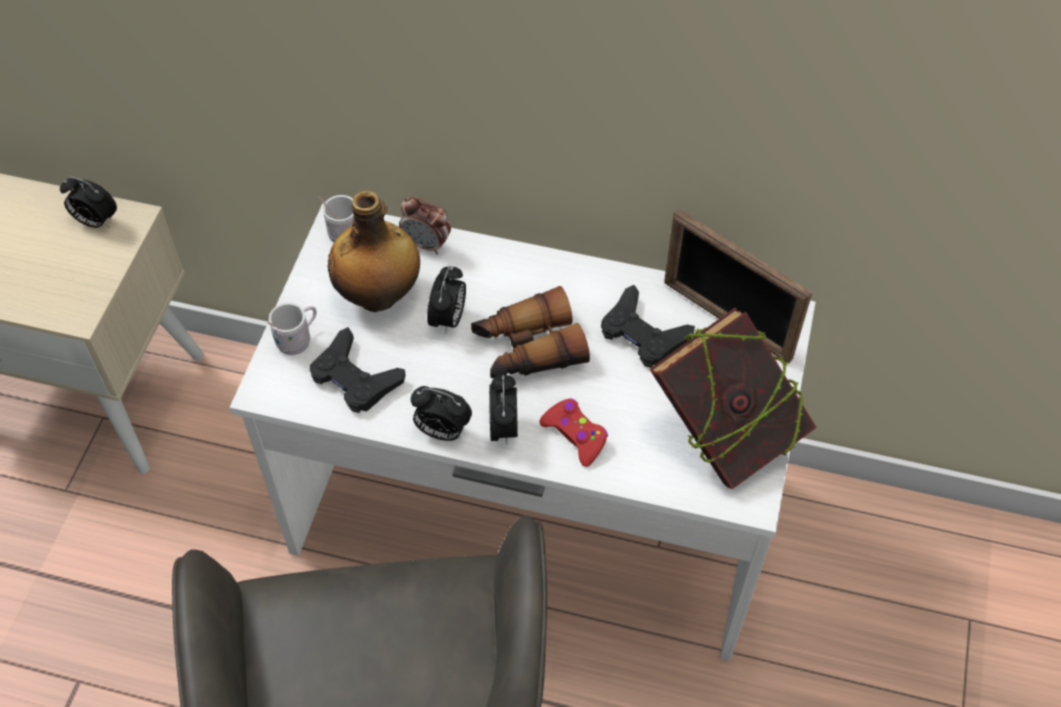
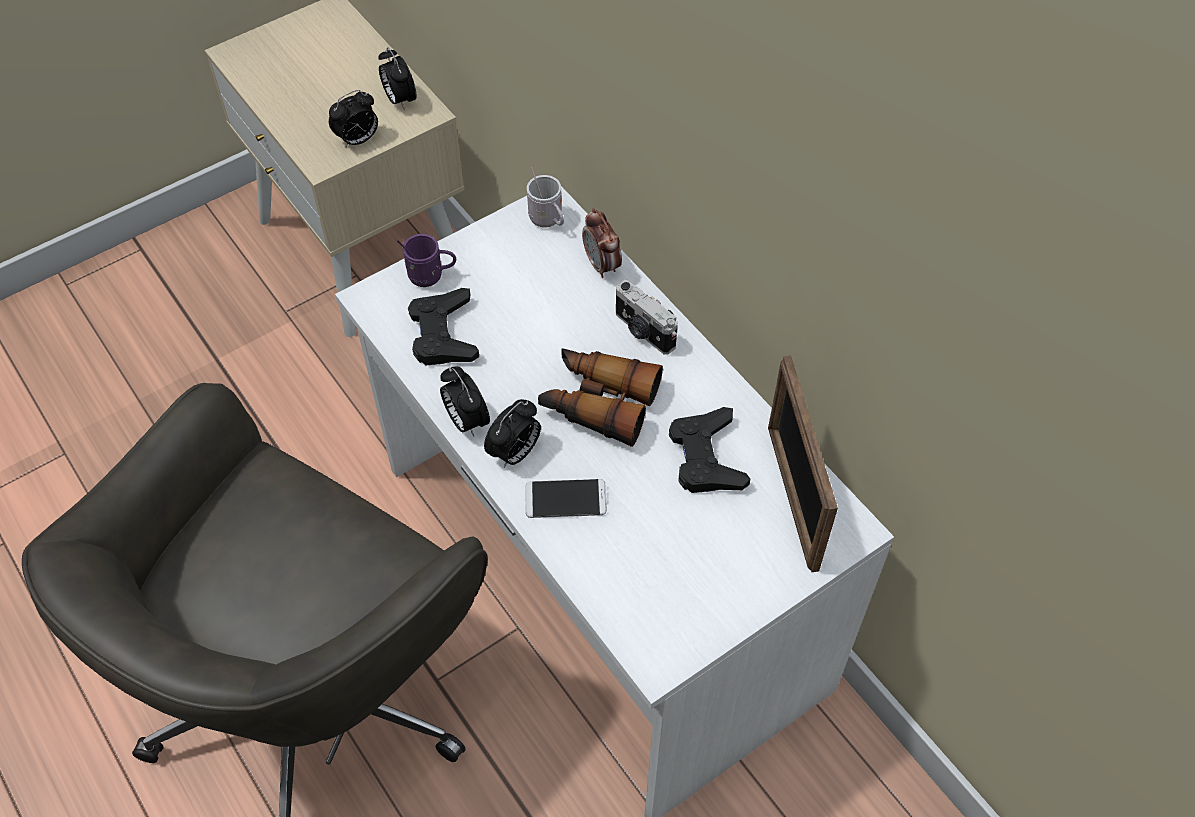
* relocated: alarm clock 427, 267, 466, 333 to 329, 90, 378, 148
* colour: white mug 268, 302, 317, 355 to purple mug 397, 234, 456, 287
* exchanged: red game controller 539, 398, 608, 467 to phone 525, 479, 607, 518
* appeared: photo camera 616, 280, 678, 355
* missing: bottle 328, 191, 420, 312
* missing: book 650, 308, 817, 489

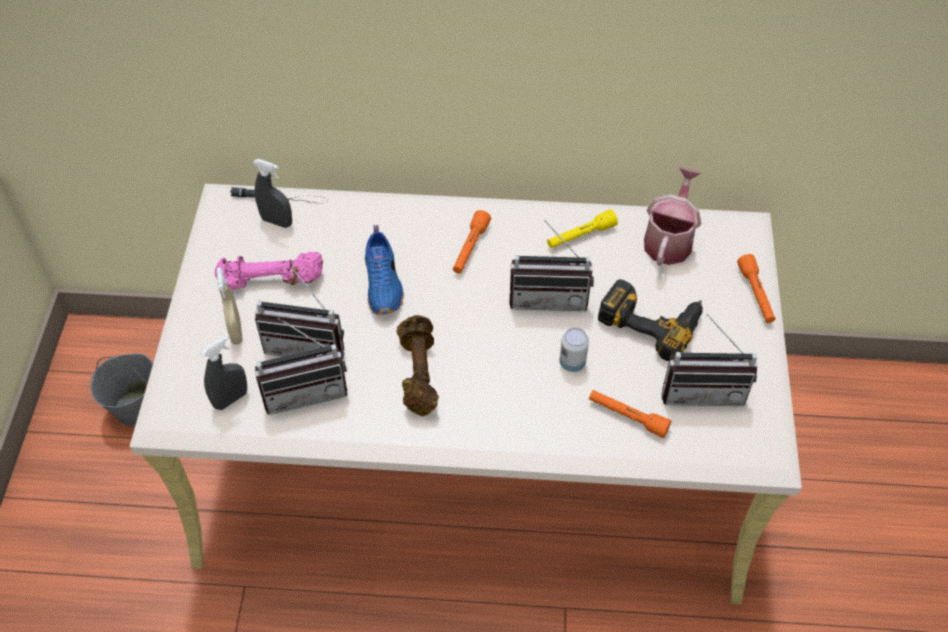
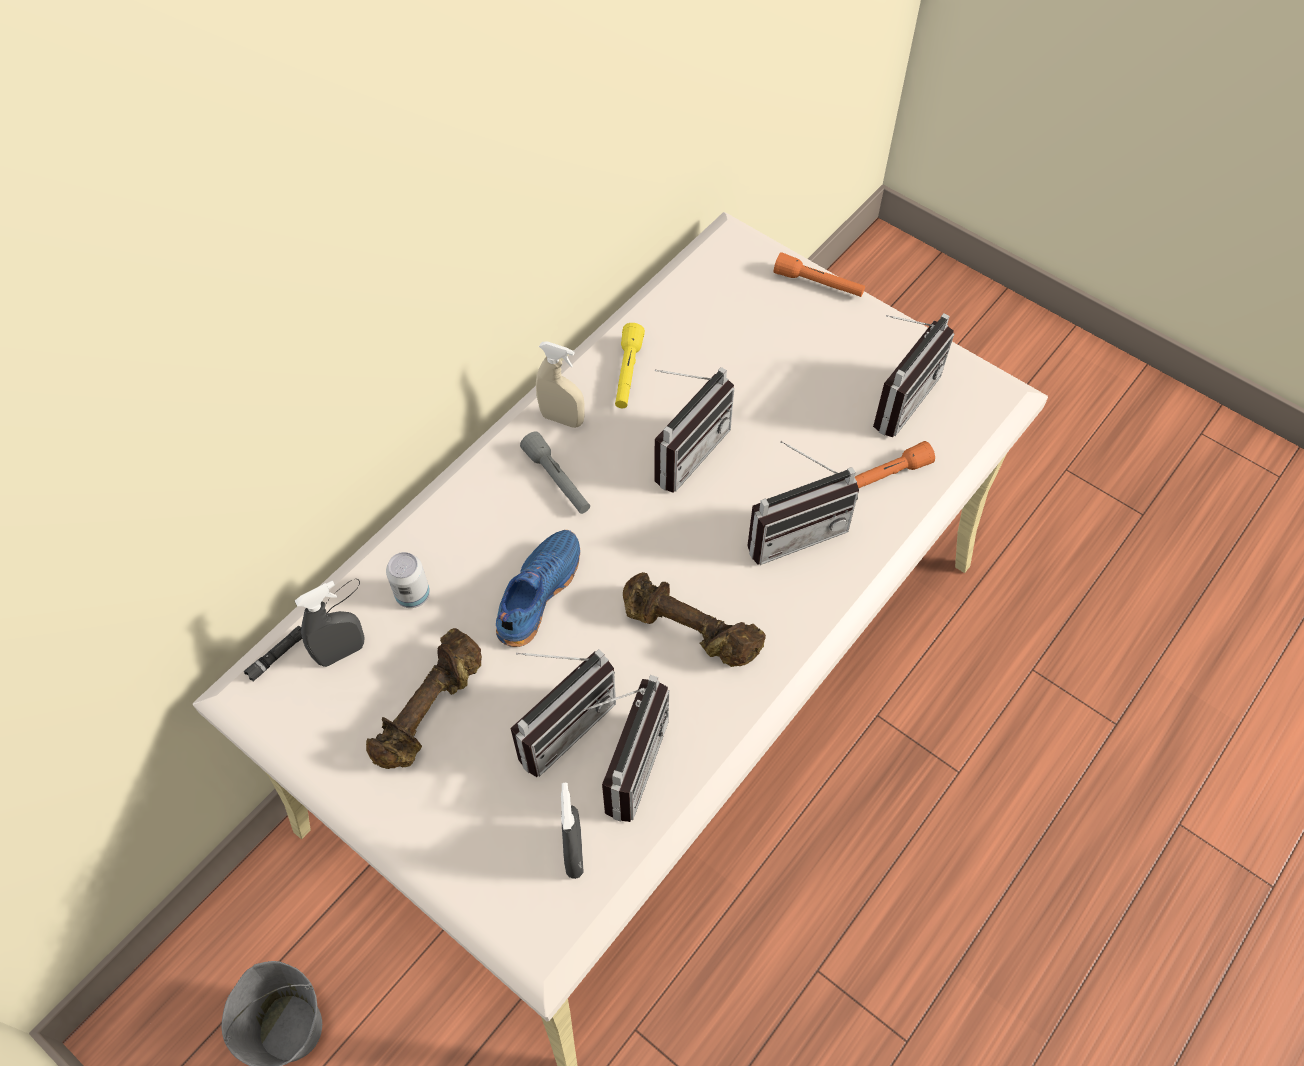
* colour: pink dumbbell 215, 251, 323, 290 to brown dumbbell 366, 628, 482, 769
* relocated: can 559, 328, 589, 372 to 386, 552, 430, 608
* spun: blue shoe 365, 225, 404, 315 = 496, 530, 580, 647 90 degrees counterclockwise
* colour: orange flashlight 453, 210, 491, 274 to grey flashlight 520, 431, 590, 514
* relocated: beige spray bottle 217, 267, 243, 345 to 536, 341, 585, 428
* appeared: radio 747, 441, 859, 565
* missing: power drill 598, 279, 703, 361
* missing: watering can 644, 167, 701, 266

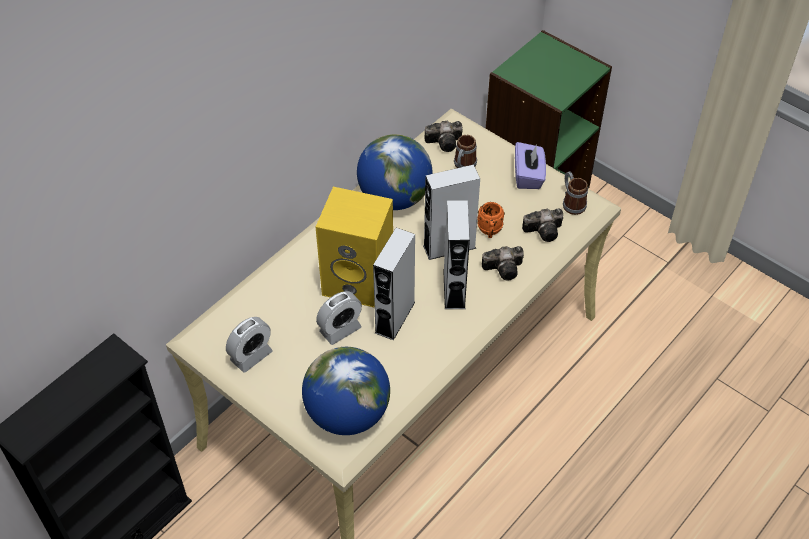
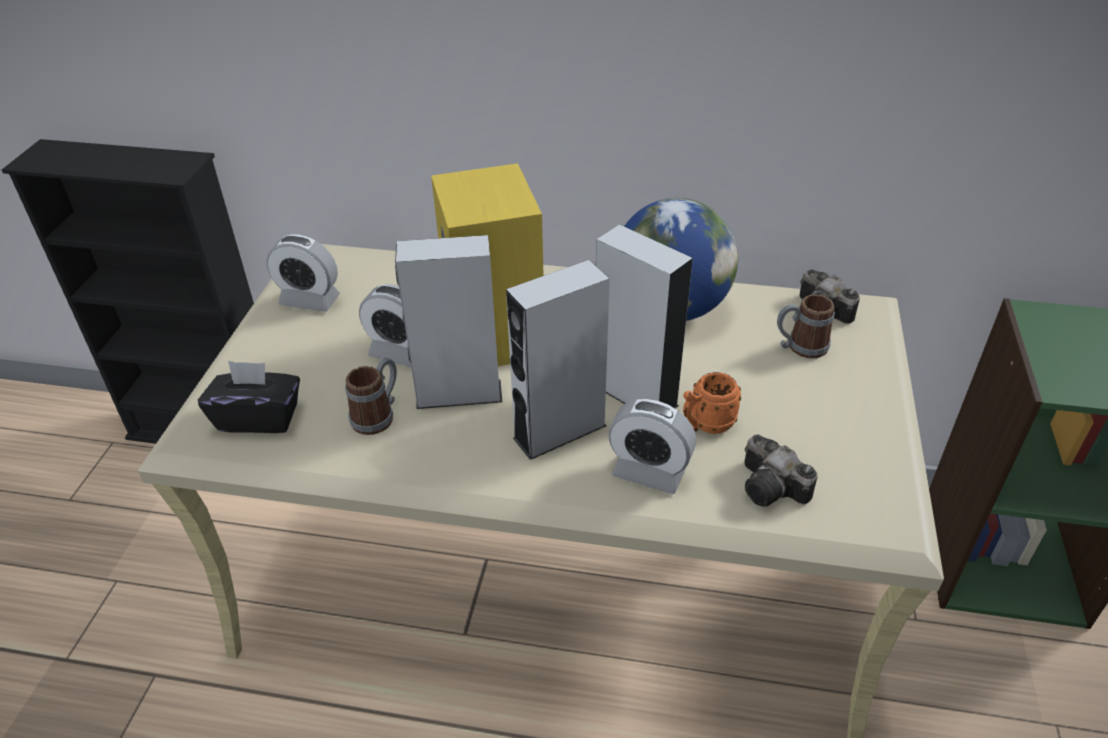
* exchanged: globe 302, 347, 390, 435 to black tissue box 198, 361, 300, 433
* relocated: mug 563, 171, 588, 215 to 345, 358, 397, 435
* exchanged: photo camera 482, 246, 524, 281 to alarm clock 608, 399, 696, 494
* missing: purple tissue box 515, 142, 546, 189

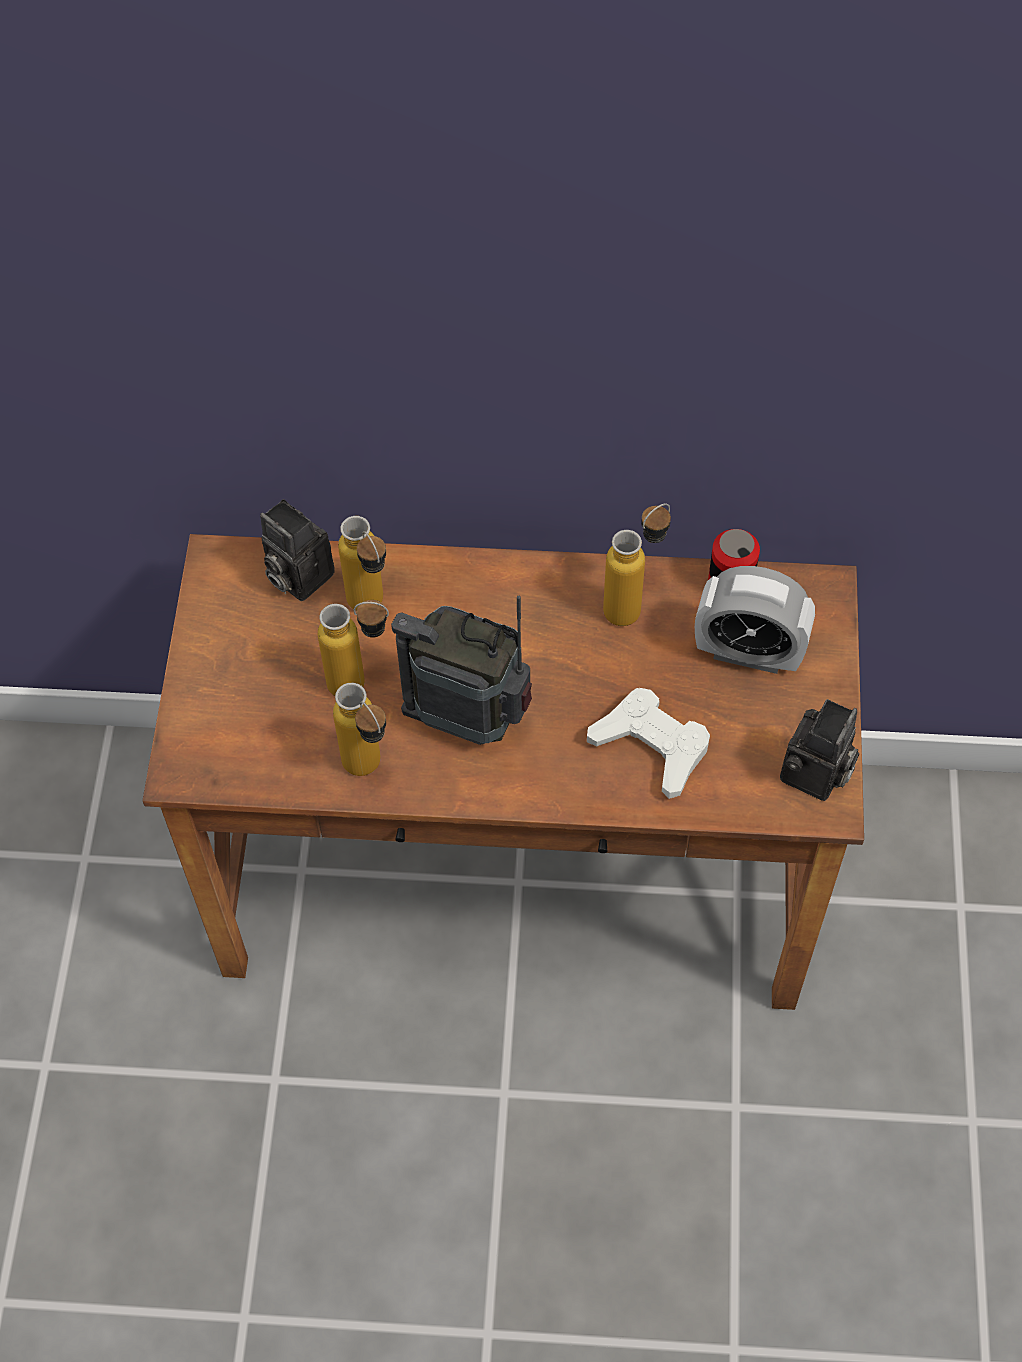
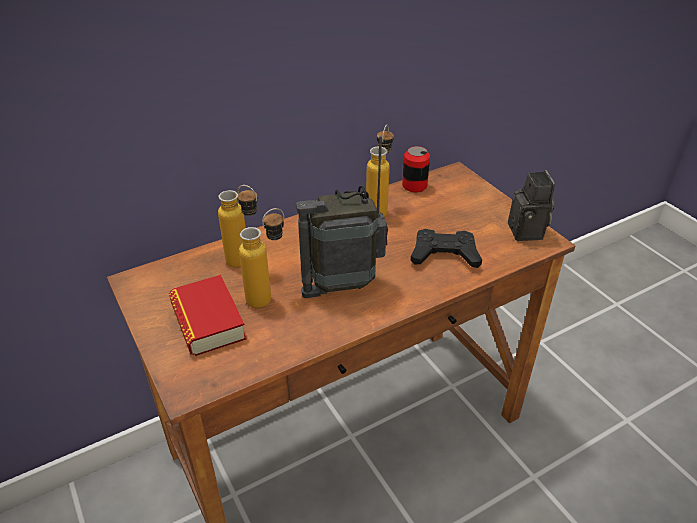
* appeared: book 169, 275, 247, 356
* colour: white game controller 587, 688, 710, 799 to black game controller 411, 229, 482, 268
* missing: photo camera 260, 499, 335, 601
* missing: bottle 333, 683, 386, 776
* missing: alarm clock 695, 566, 815, 674

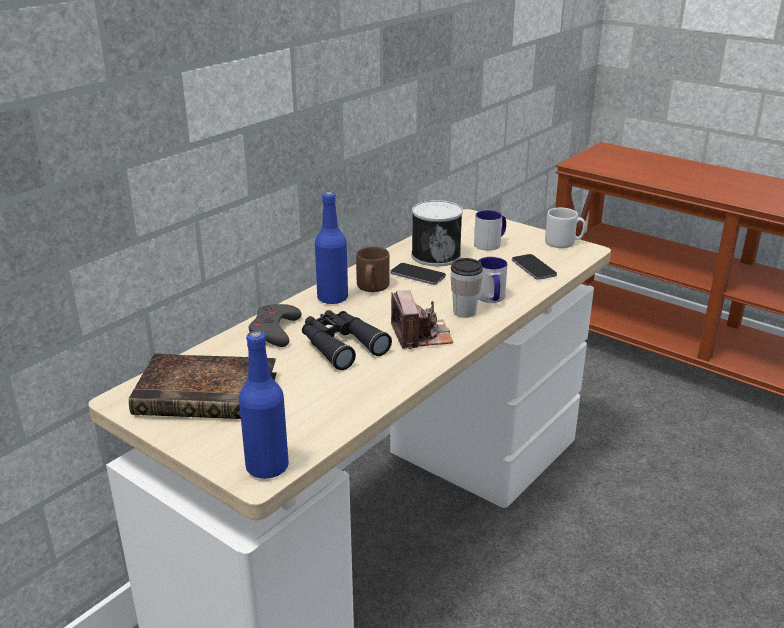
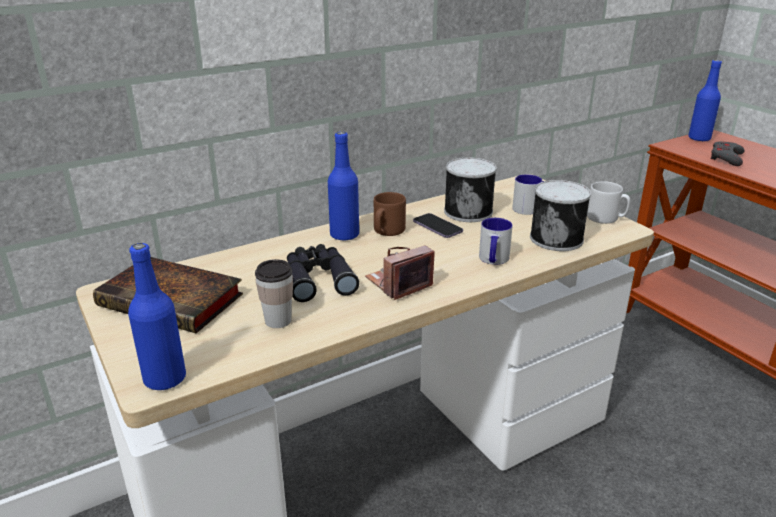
* relocated: cup 451, 258, 483, 318 to 255, 259, 293, 328
* spun: photo camera 391, 290, 453, 350 = 365, 245, 435, 300 135 degrees counterclockwise
* exchanged: phone 512, 254, 557, 280 to can 530, 180, 591, 251
* appeared: blue bottle 688, 60, 722, 141
* relocated: grey game controller 249, 304, 302, 347 to 710, 142, 745, 166

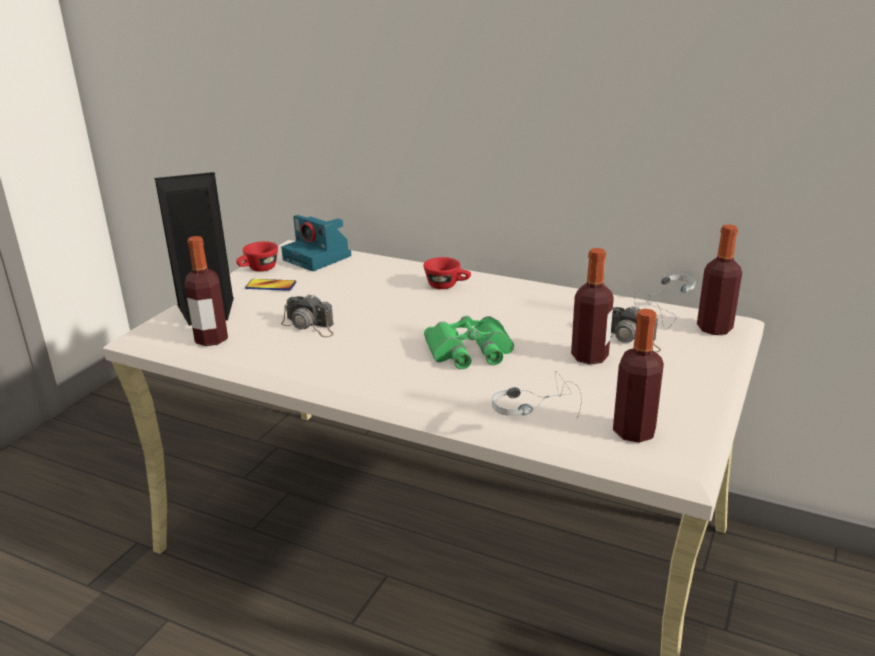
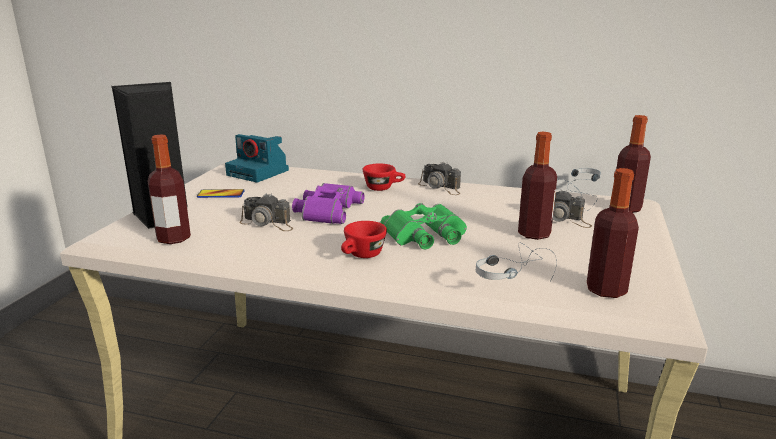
* appeared: purple binoculars 292, 183, 365, 224
* relocated: red cup 236, 241, 278, 272 to 341, 221, 387, 258
* appeared: photo camera 418, 162, 461, 195

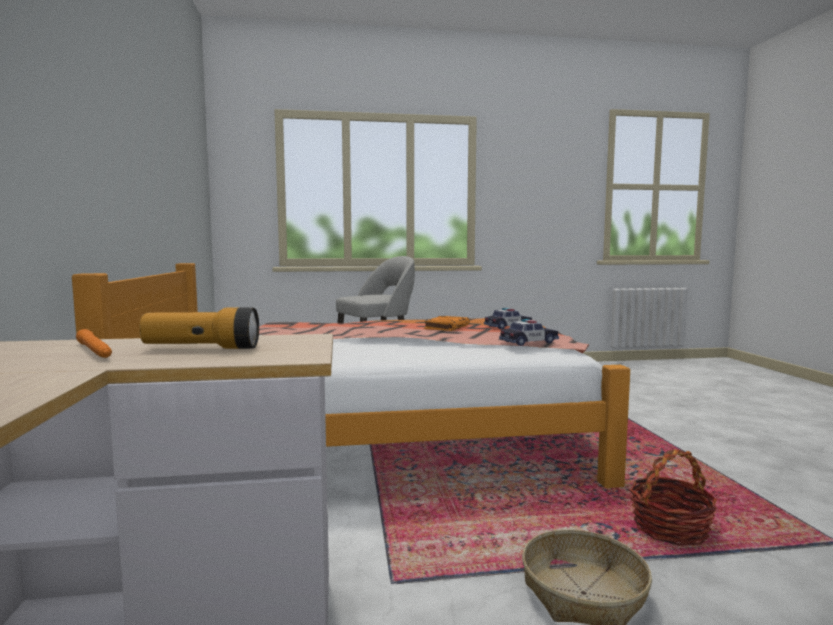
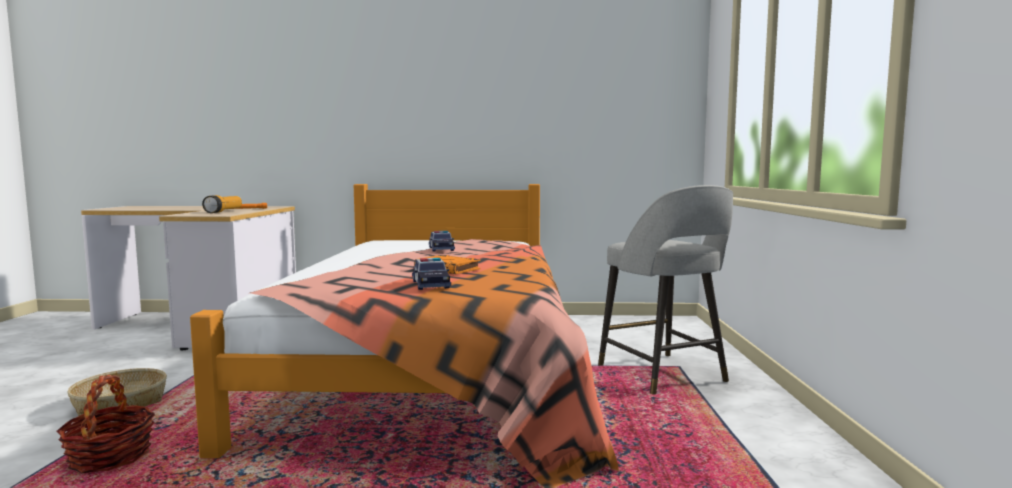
* relocated: toy car 499, 319, 559, 346 to 429, 231, 455, 252

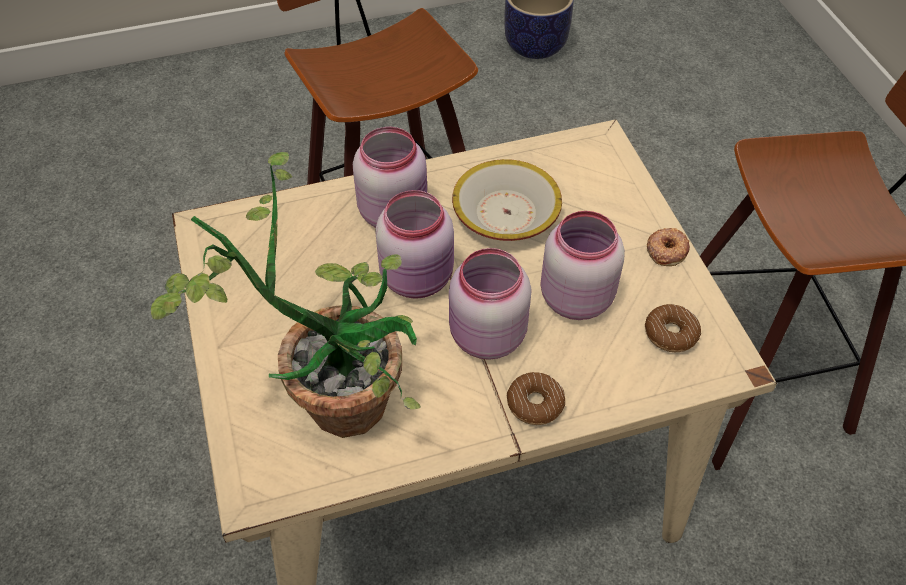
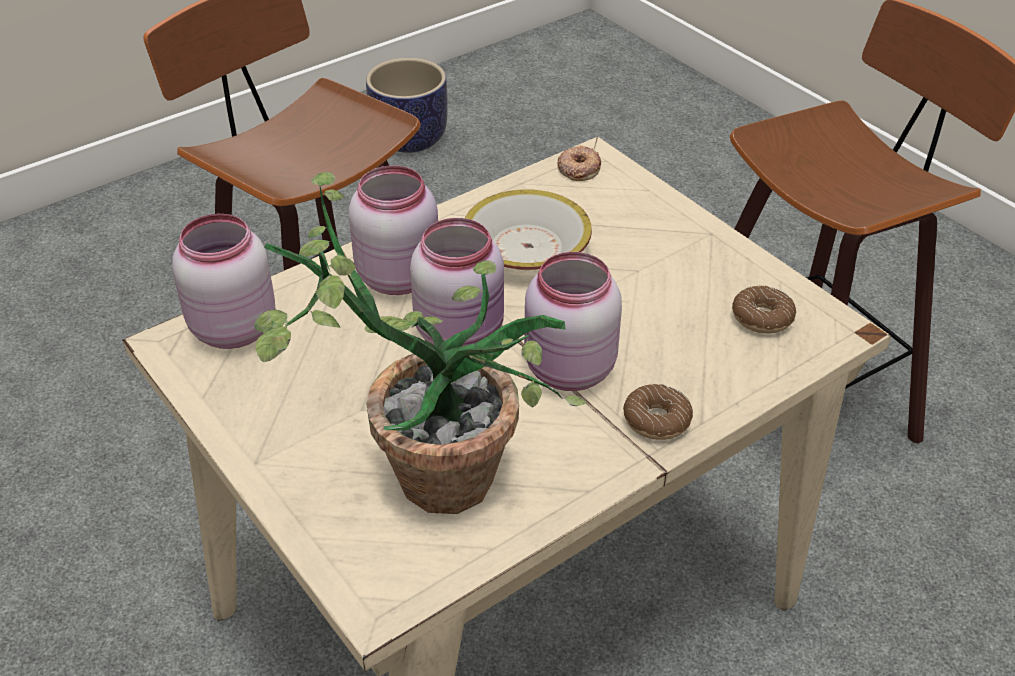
* relocated: pink jar 540, 211, 625, 320 to 172, 214, 275, 349
* relocated: donut 647, 228, 690, 266 to 557, 145, 601, 181

